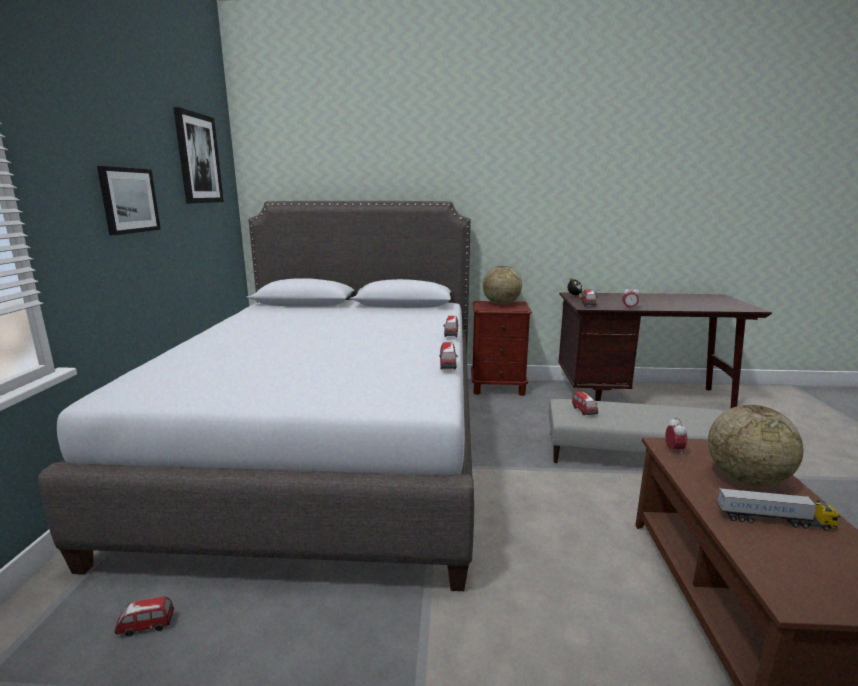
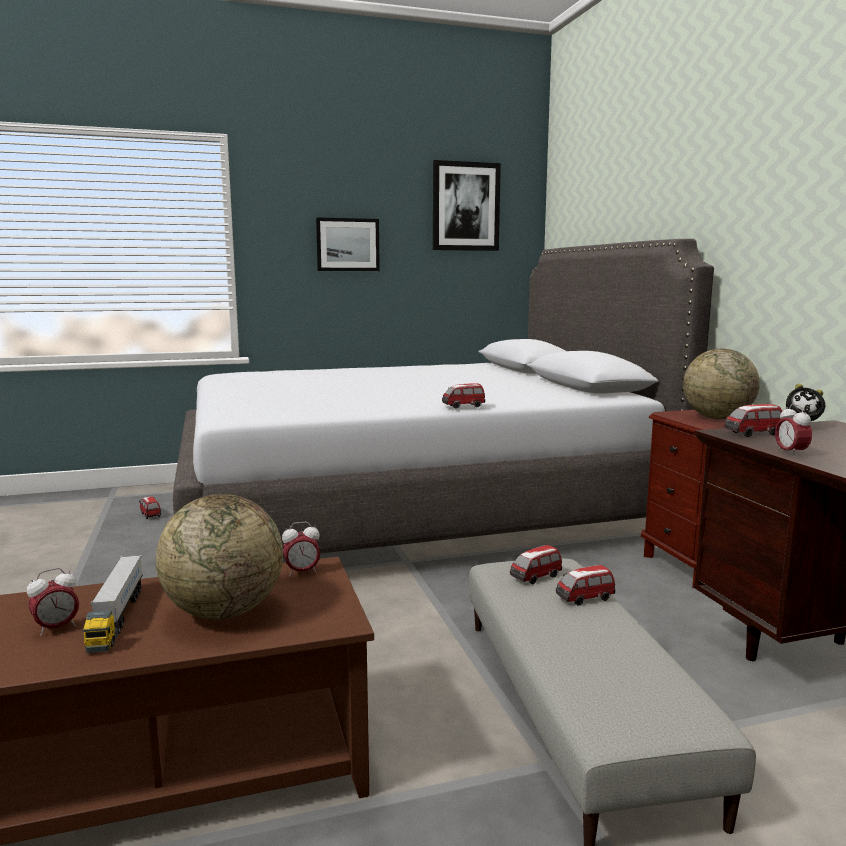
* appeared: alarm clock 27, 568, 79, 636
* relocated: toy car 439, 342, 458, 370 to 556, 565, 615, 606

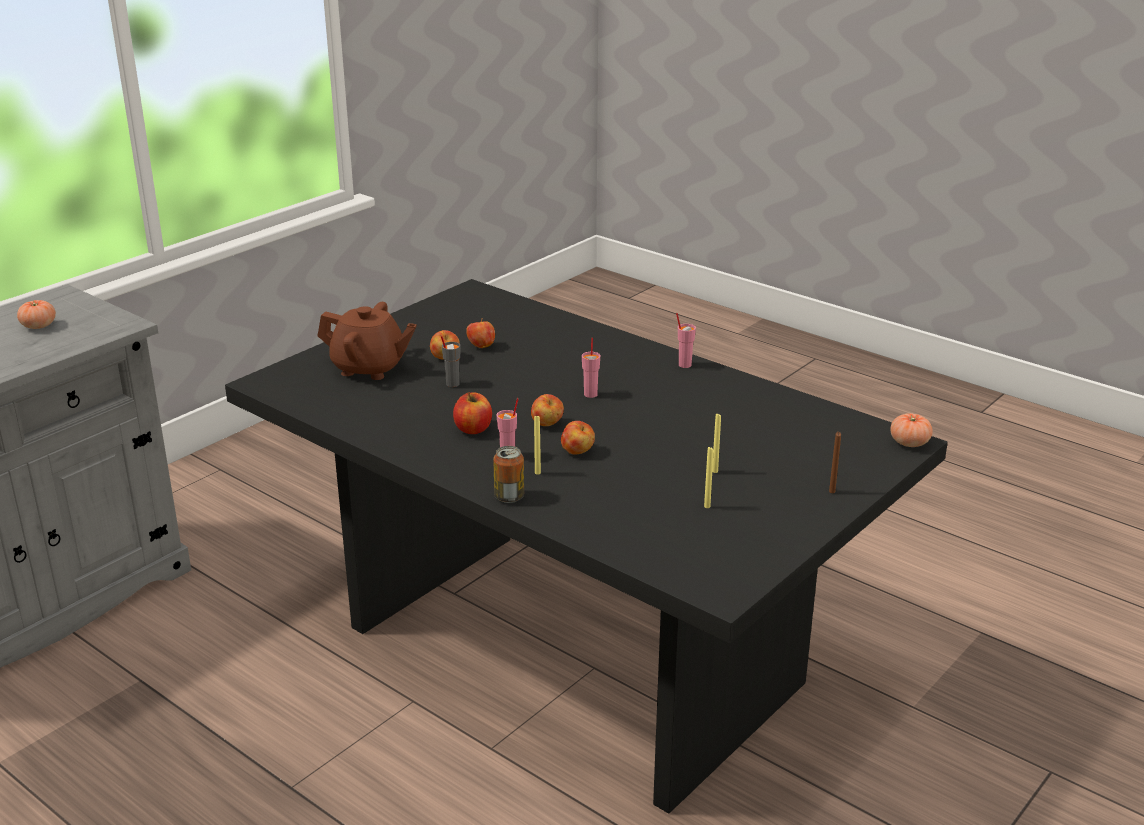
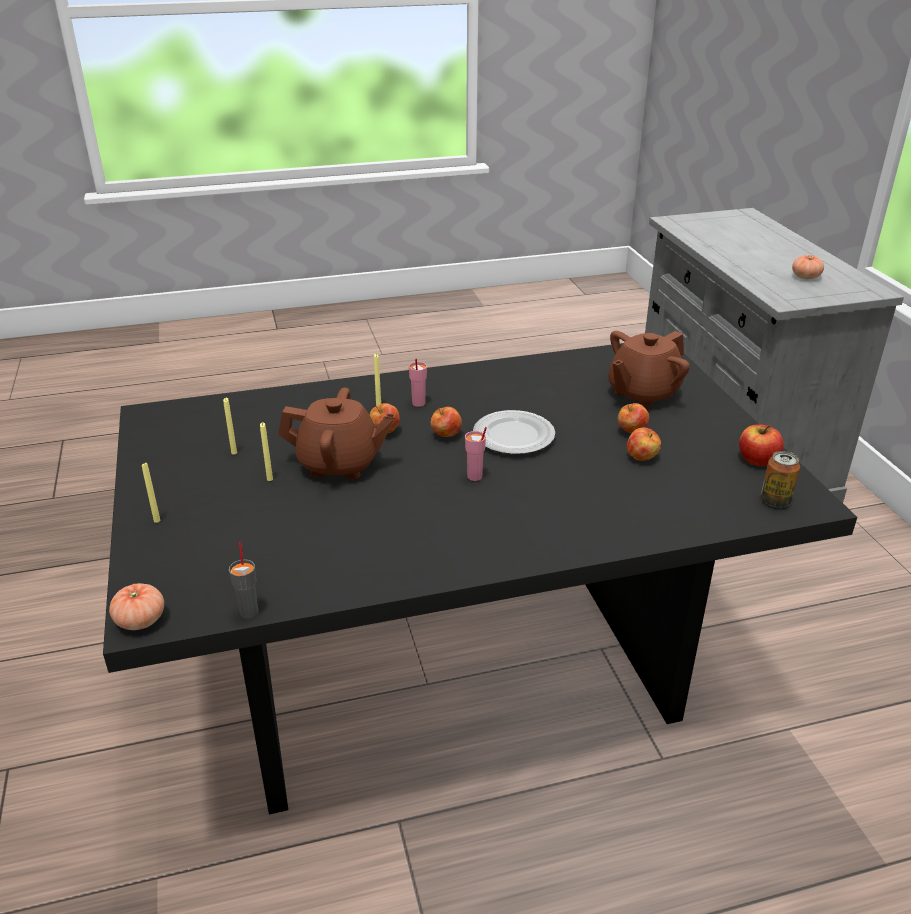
* colour: brown candle 829, 432, 841, 493 to yellow candle 142, 463, 160, 523
* relocated: grey cup 441, 336, 460, 387 to 229, 542, 258, 619
* appeared: brown teapot 278, 388, 395, 480
* appeared: plate 473, 410, 555, 454
* relocated: apple 453, 392, 492, 434 to 739, 424, 784, 466
* relocated: can 493, 446, 524, 503 to 761, 451, 800, 507
* missing: pink cup 676, 313, 696, 368

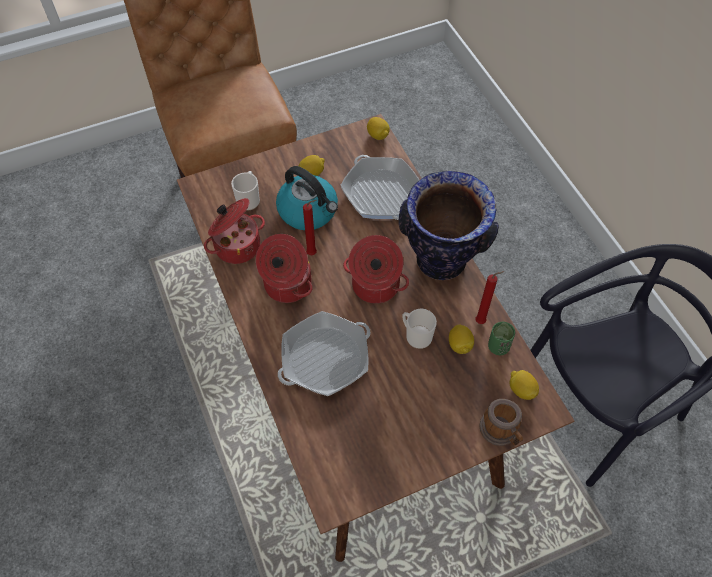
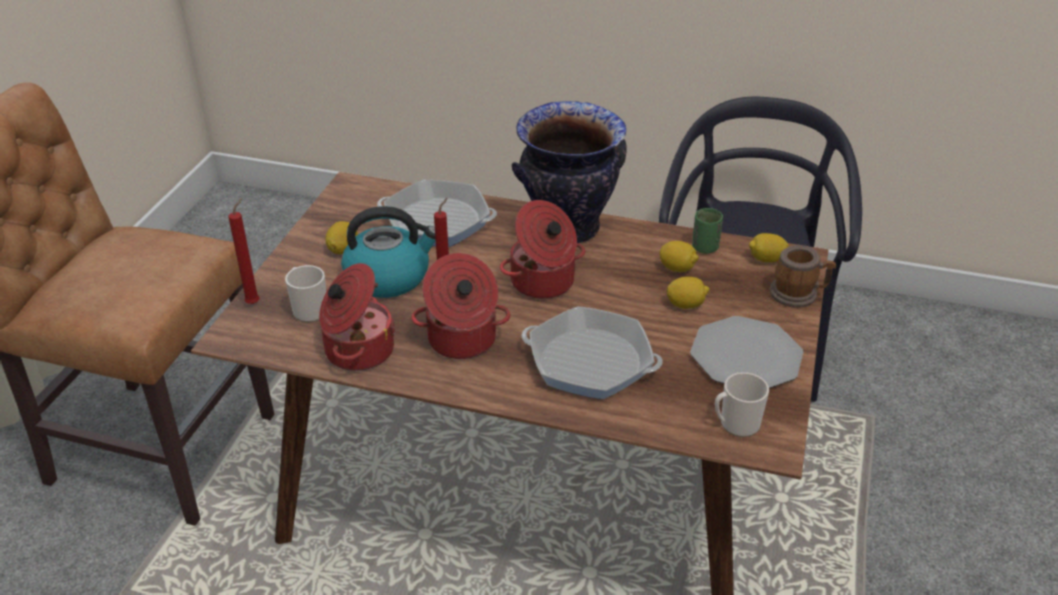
* relocated: red candle 475, 271, 504, 324 to 229, 198, 259, 304
* spun: frying pan 278, 311, 371, 396 = 521, 306, 663, 399 75 degrees counterclockwise
* relocated: lemon 367, 117, 390, 140 to 666, 277, 710, 309
* appeared: plate 690, 316, 803, 388
* relocated: mug 402, 309, 437, 349 to 715, 372, 769, 437

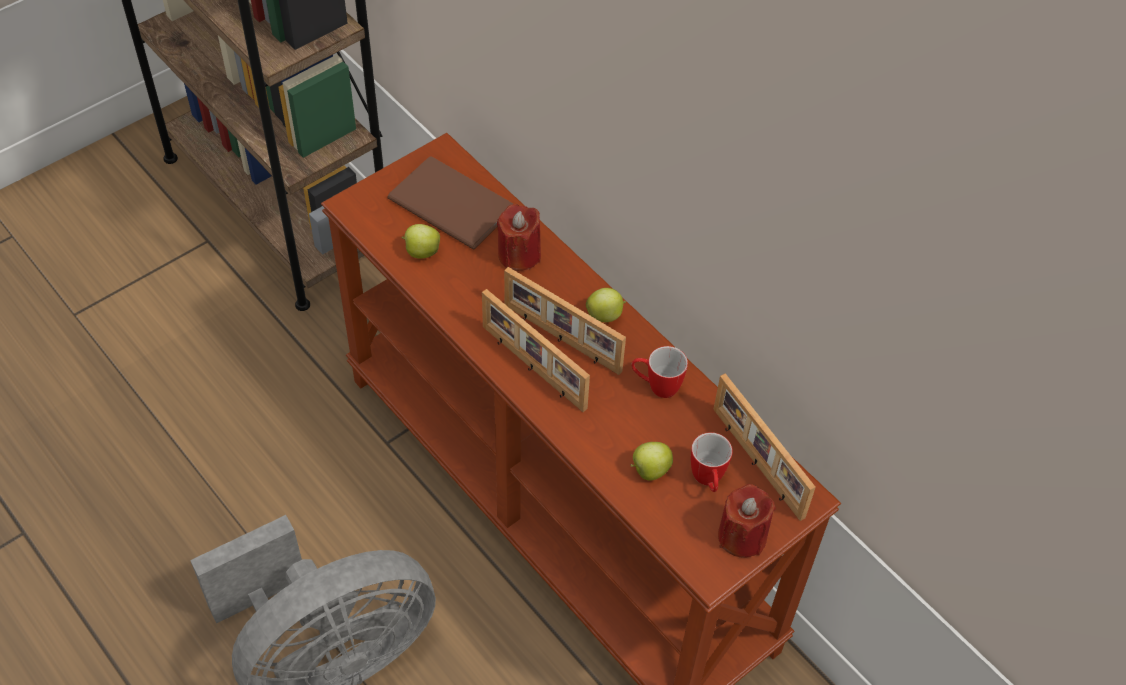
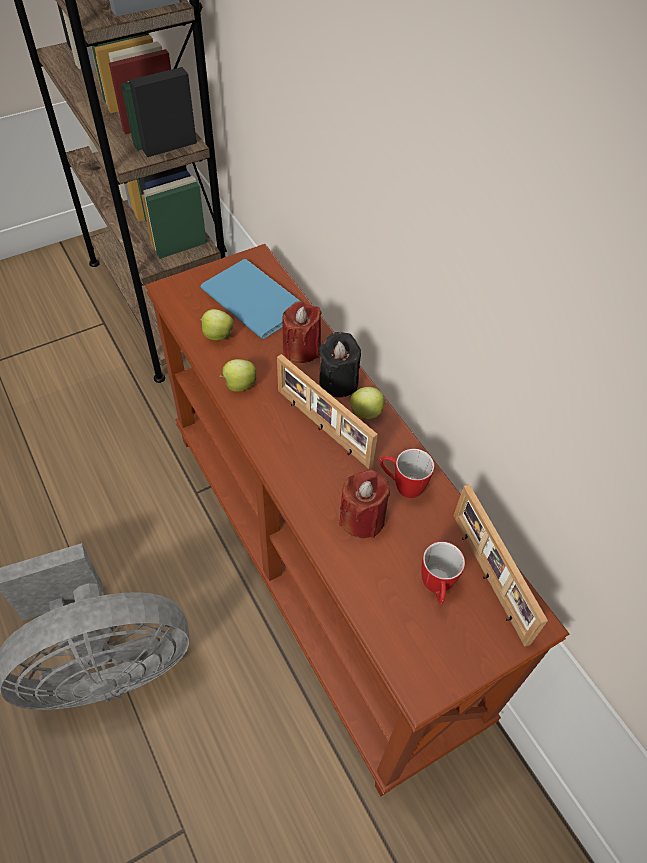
* colour: brown book 387, 156, 513, 250 to blue book 200, 259, 301, 339
* relocated: apple 630, 442, 673, 481 to 219, 359, 256, 392
* appeared: black candle 319, 332, 361, 397
* relocated: red candle 718, 484, 776, 558 to 339, 470, 390, 538
* missing: picture frame 482, 289, 590, 412

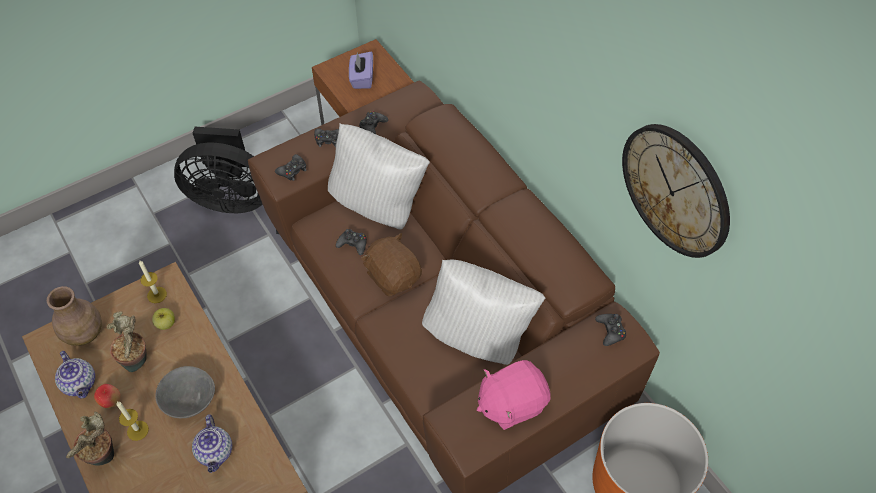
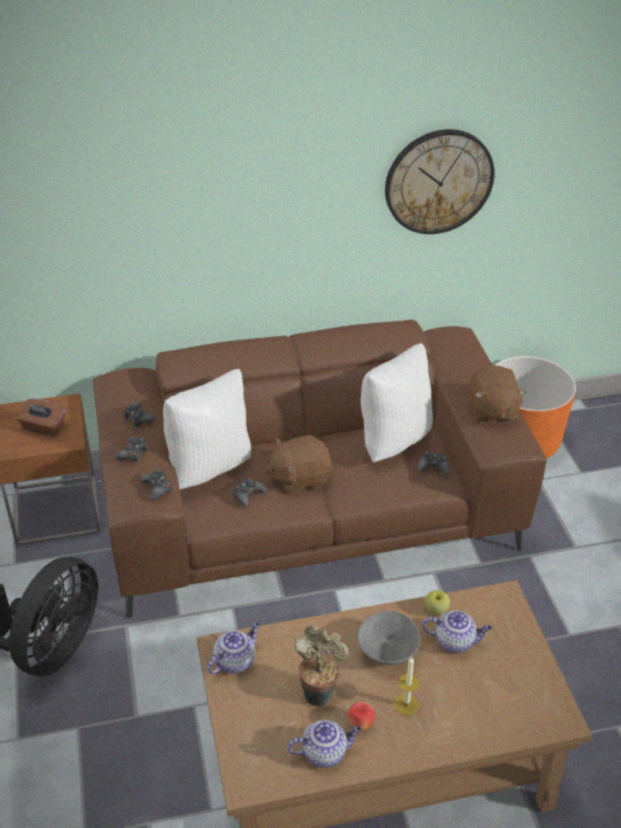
* colour: purple tissue box 349, 52, 373, 89 to brown tissue box 17, 399, 66, 437
* exchanged: candle 139, 261, 167, 303 to teapot 207, 622, 260, 674
* relocated: black game controller 595, 314, 626, 346 to 418, 451, 449, 475
* relocated: apple 152, 308, 175, 330 to 425, 590, 450, 615
* colour: pink plush toy 477, 360, 551, 430 to brown plush toy 470, 365, 527, 423
* missing: brown vase 47, 286, 102, 346
* missing: potted plant 66, 411, 114, 466

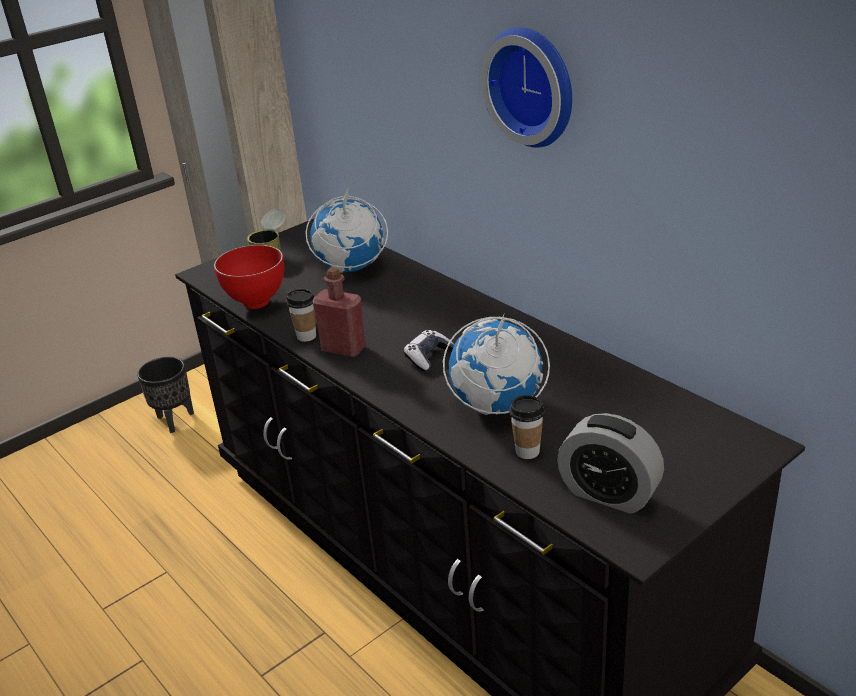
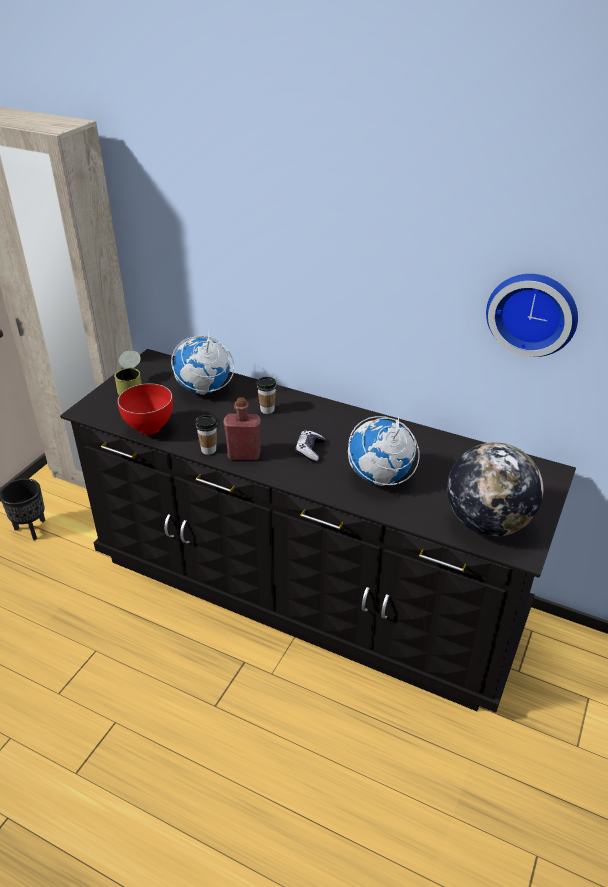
* relocated: cup 510, 395, 544, 459 to 257, 377, 277, 414
* exchanged: alarm clock 557, 413, 664, 514 to globe 447, 442, 543, 537
* relocated: wall clock 481, 27, 572, 148 to 486, 274, 578, 357

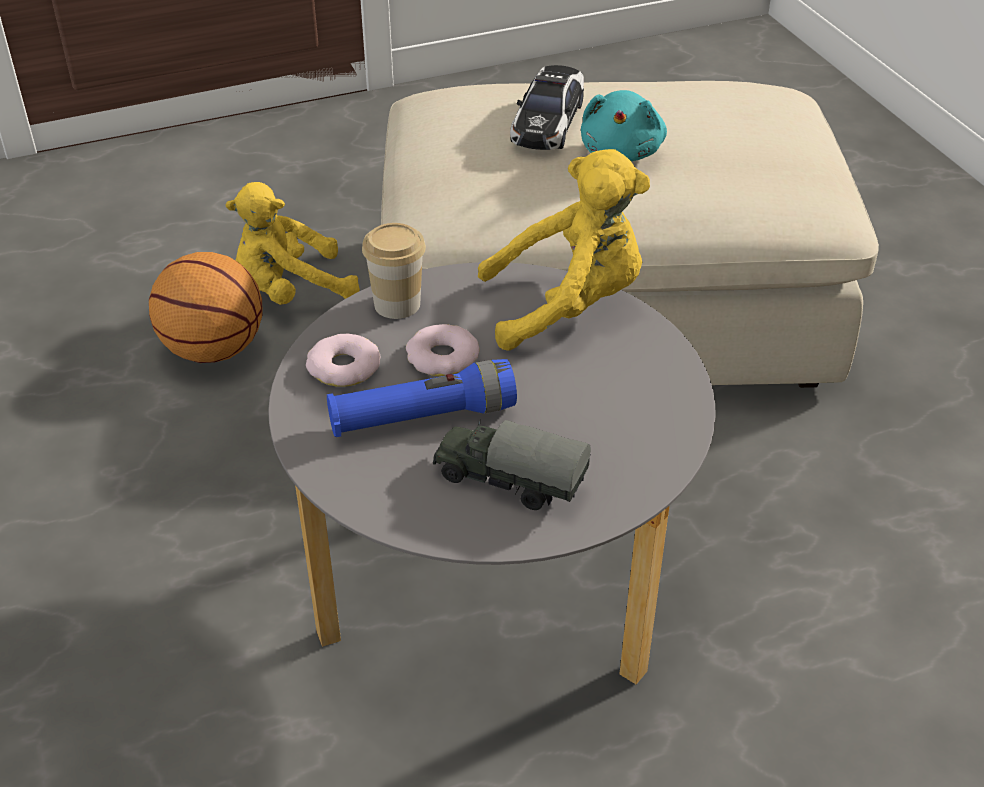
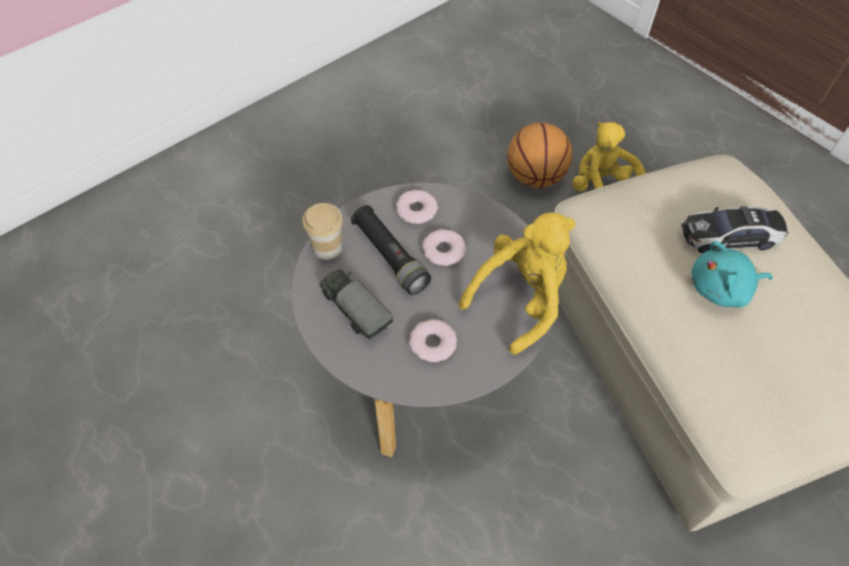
* relocated: cup 362, 223, 426, 319 to 302, 203, 343, 260
* spun: toy truck 433, 420, 591, 510 = 319, 269, 393, 339 45 degrees counterclockwise
* colour: blue flashlight 327, 359, 517, 437 to black flashlight 351, 205, 431, 295
* appeared: donut 409, 319, 457, 362
* spun: yellow plush toy 478, 149, 650, 351 = 459, 212, 576, 355 105 degrees counterclockwise

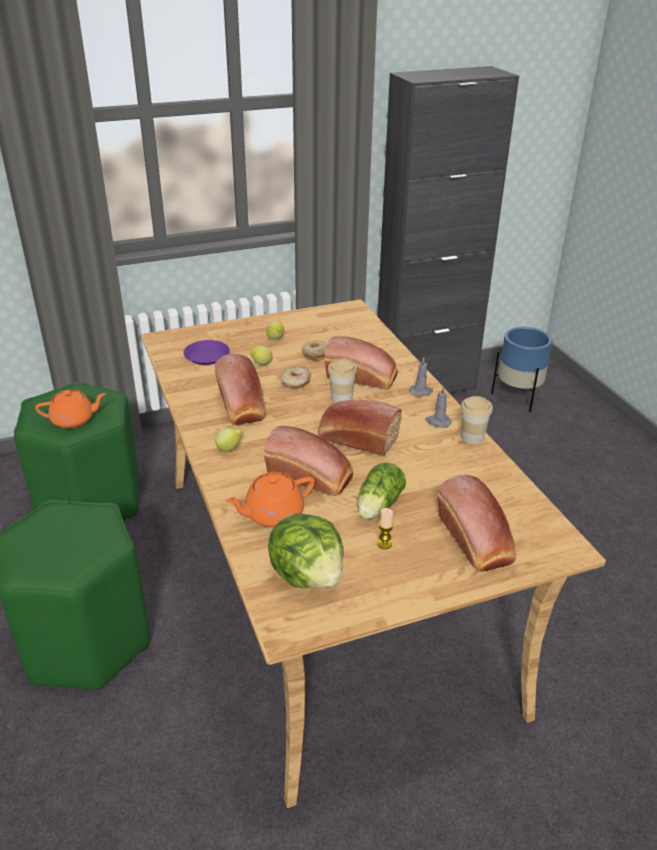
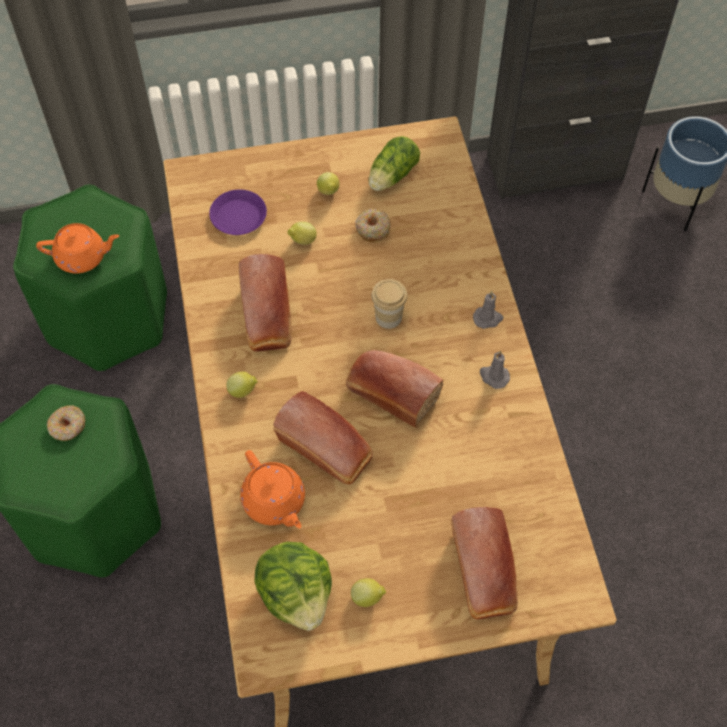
* relocated: donut 280, 366, 311, 389 to 47, 405, 85, 441
* spun: orange teapot 225, 472, 315, 528 = 240, 450, 305, 528 105 degrees counterclockwise
* appeared: lemon 351, 578, 386, 607
* relocated: lettuce 358, 463, 406, 519 to 368, 136, 420, 191
* missing: bread 325, 336, 398, 389
* missing: candle 378, 508, 394, 549
* missing: cup 461, 396, 493, 444

